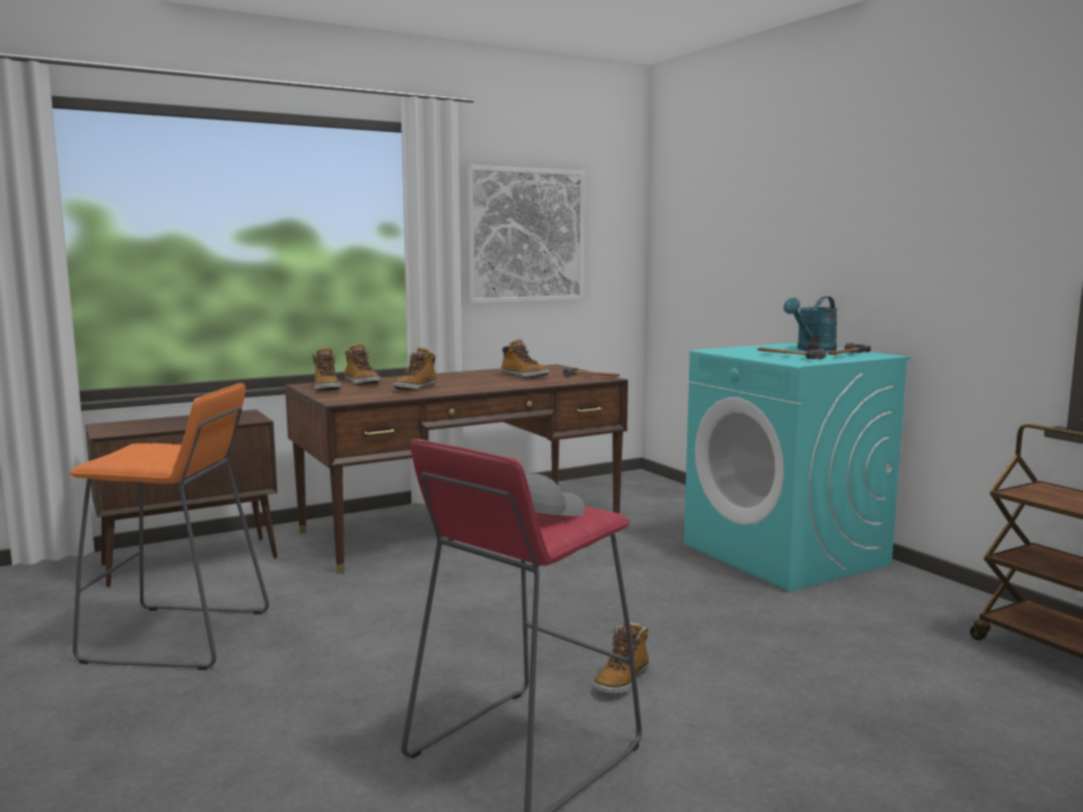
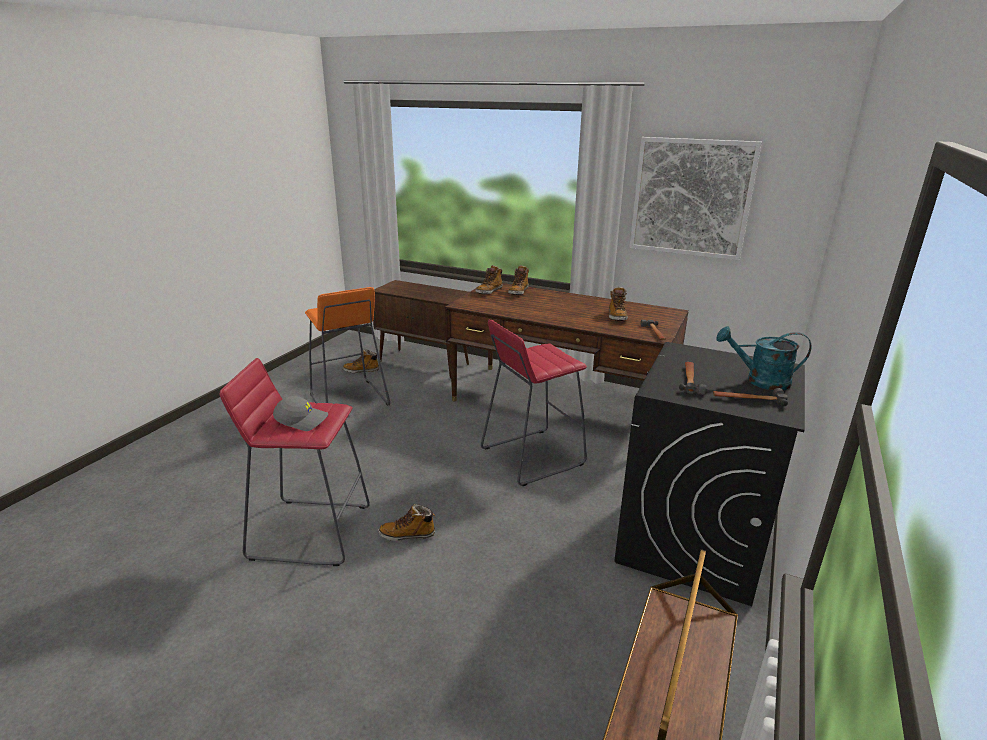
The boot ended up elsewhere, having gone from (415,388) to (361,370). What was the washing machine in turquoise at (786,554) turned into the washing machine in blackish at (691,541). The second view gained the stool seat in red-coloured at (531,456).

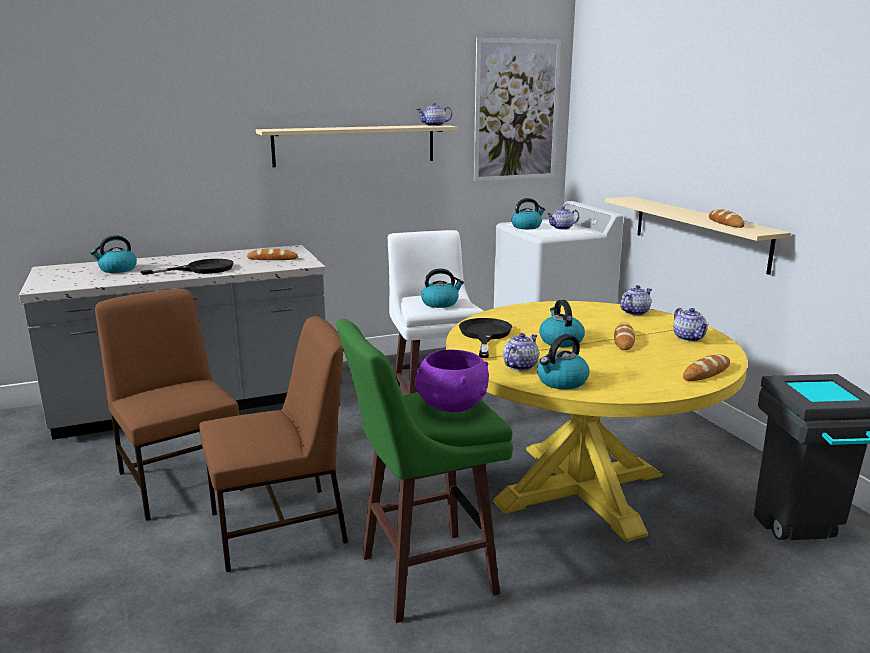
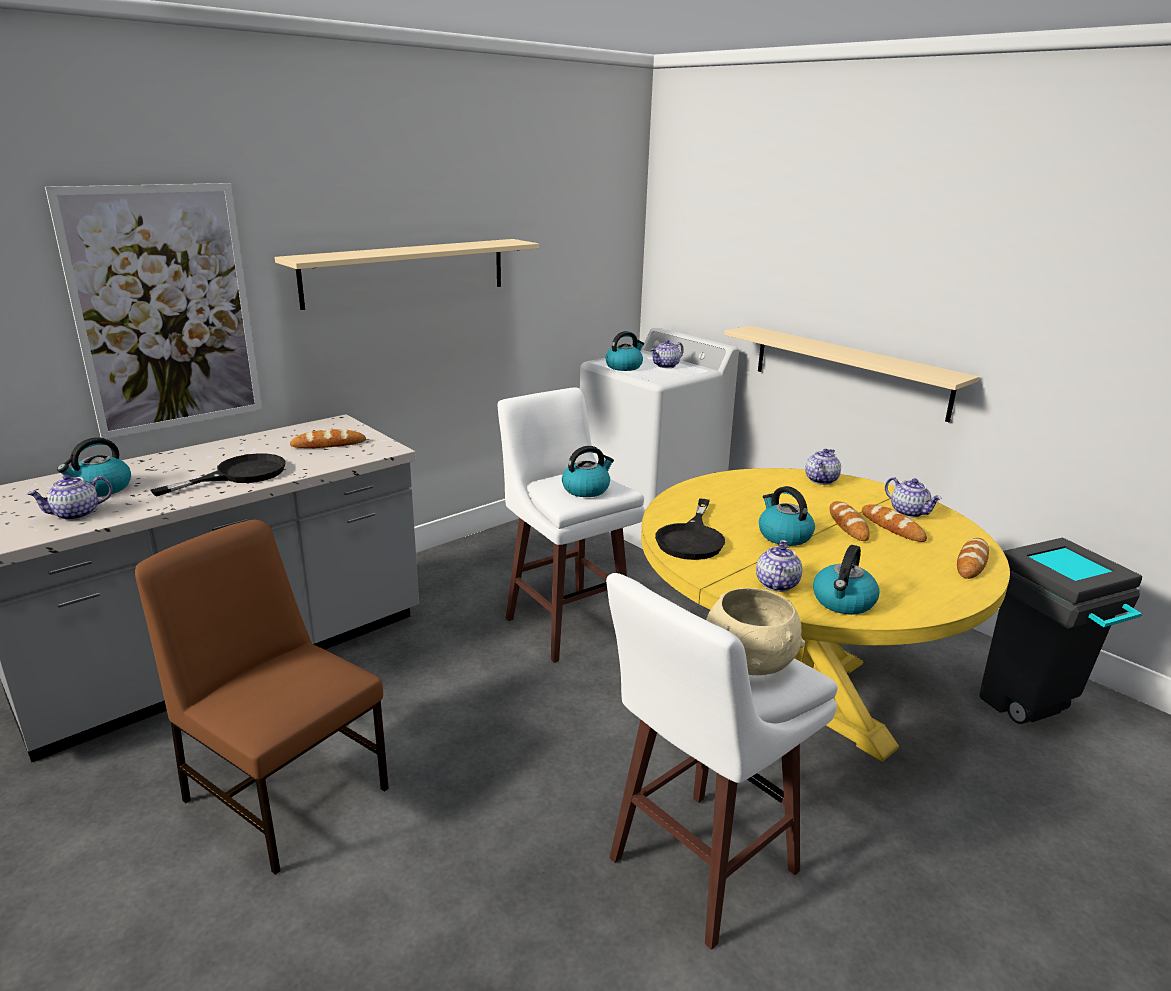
The second view lost the plain chair in brownish at (281,527). What was the stool seat in greenish at (423,575) turned into the stool seat in white at (698,867). What was the bowl in purplish at (452,405) turned into the bowl in beige at (749,662). The tea pot ended up elsewhere, having gone from (434,125) to (75,514). The pan in blackish at (484,335) ended up facing another way, 150 degrees counterclockwise from before. The wall picture ended up elsewhere, having gone from (516,110) to (165,310). The baked bread ended up elsewhere, having gone from (725,223) to (892,527).

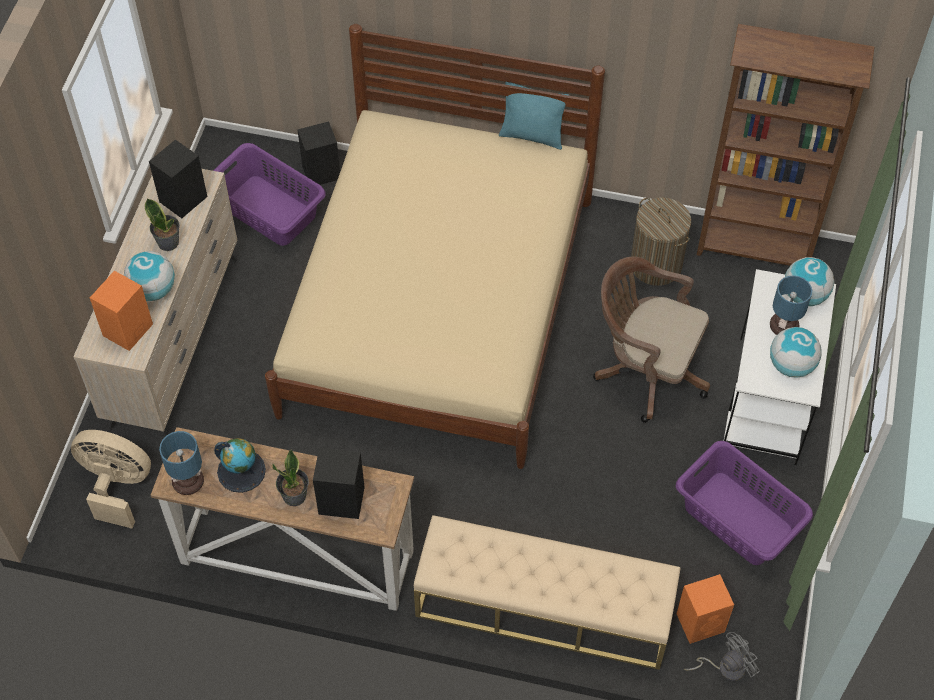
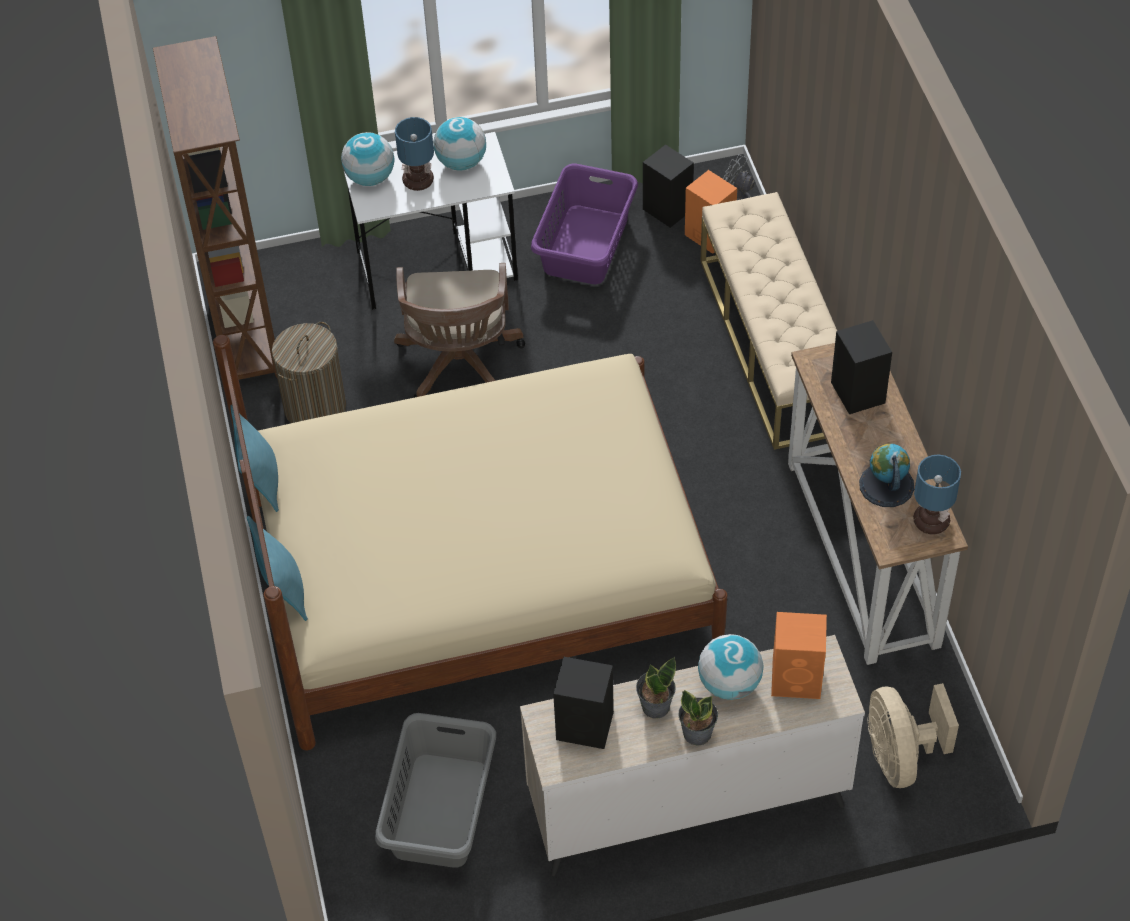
What was the hamper in purplish at (269,210) turned into the hamper in gray at (439,811). The houseplant ended up elsewhere, having gone from (295,496) to (697,732). The audio speaker in blackish ended up elsewhere, having gone from (322,172) to (666,209). The second view gained the pillow in turquoise at (284,590).

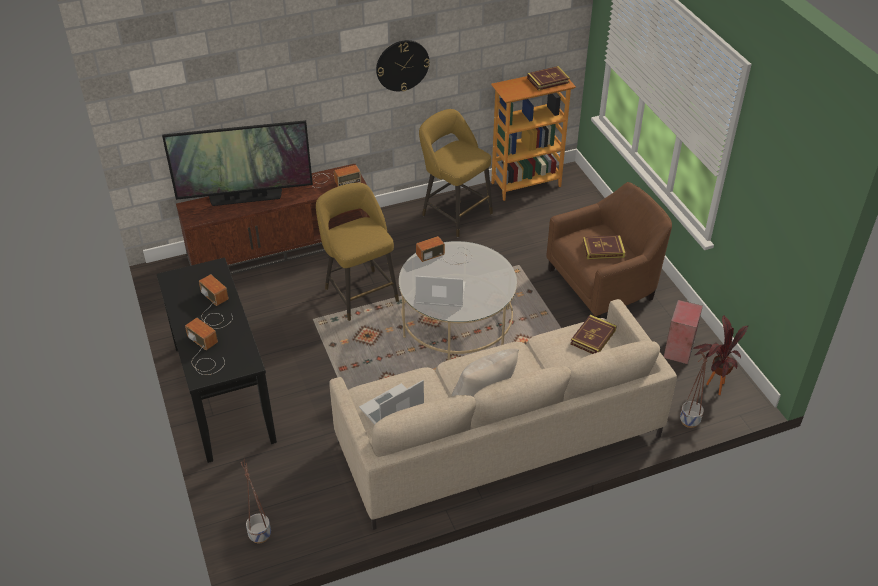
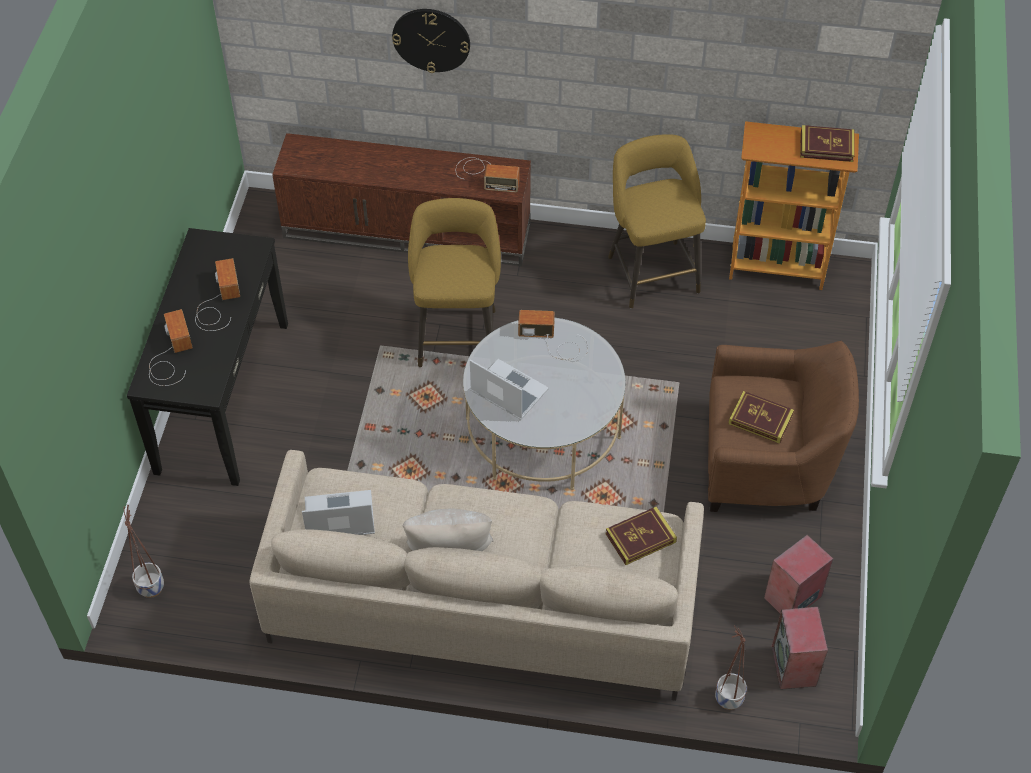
The second view lost the TV at (246,198). The clock on the wall ended up elsewhere, having gone from (402,65) to (431,39). Where the houseplant stood at (711,386), the audio speaker came to stand at (794,666).

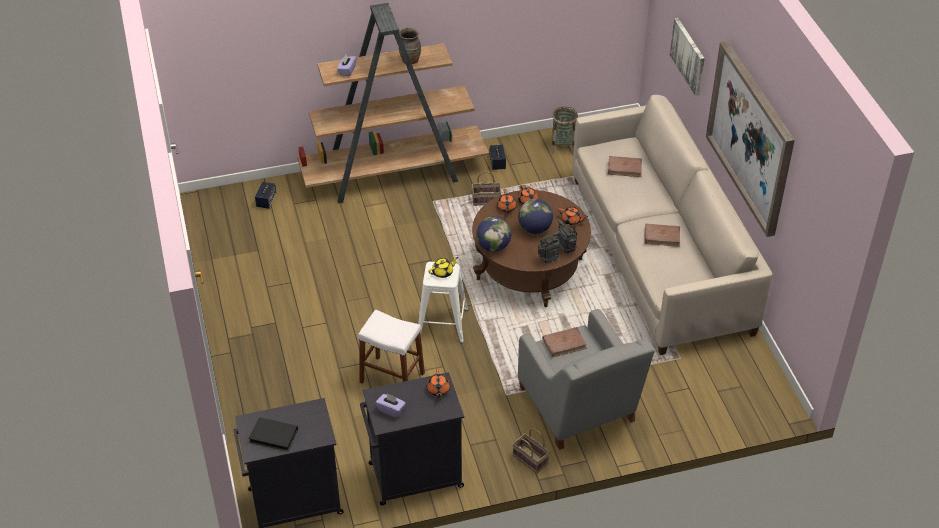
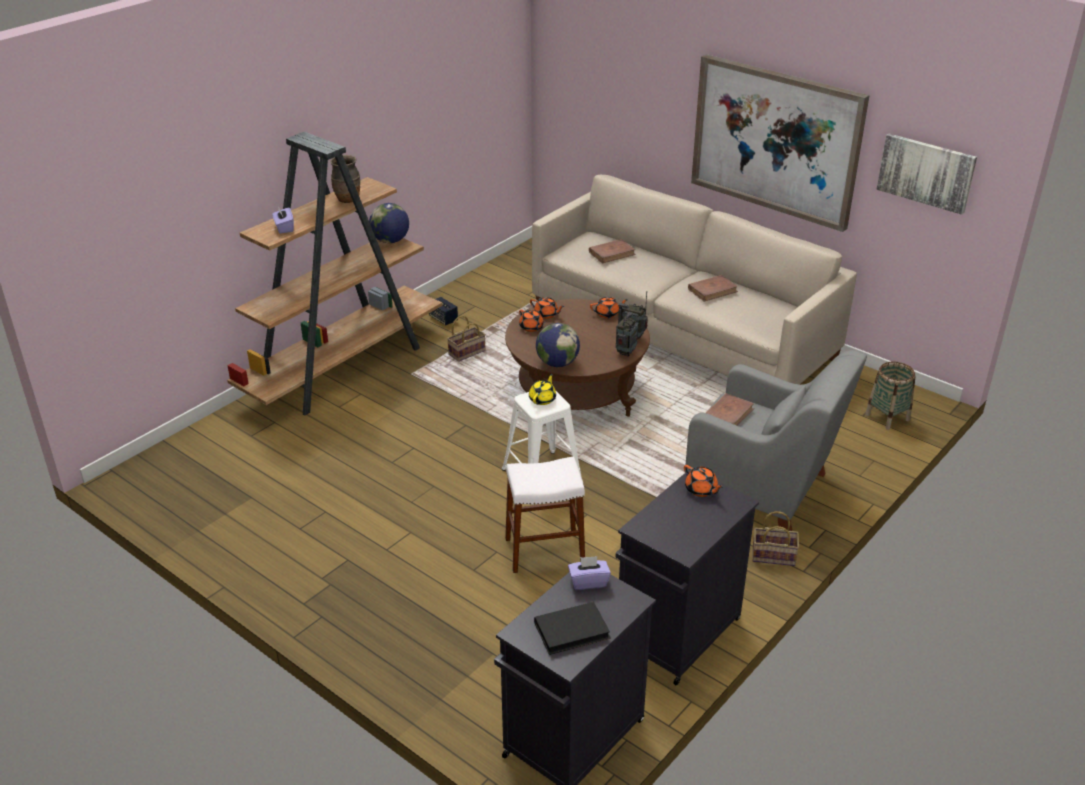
The second view lost the audio speaker at (266,201). The tissue box in purplish ended up elsewhere, having gone from (391,410) to (588,582). The globe ended up elsewhere, having gone from (535,229) to (390,241). The storage basket ended up elsewhere, having gone from (563,146) to (887,417). The wall picture ended up elsewhere, having gone from (688,56) to (926,172).

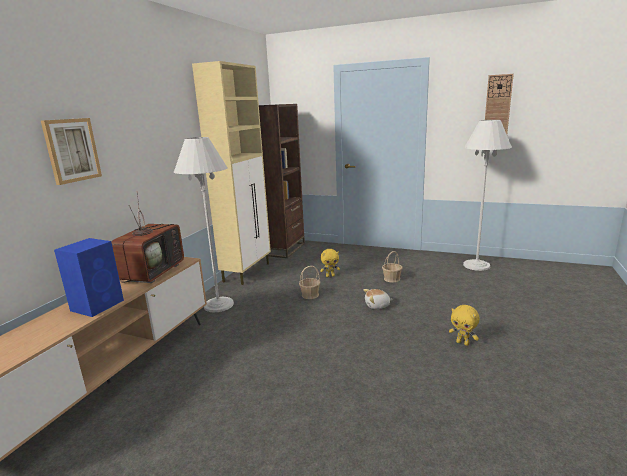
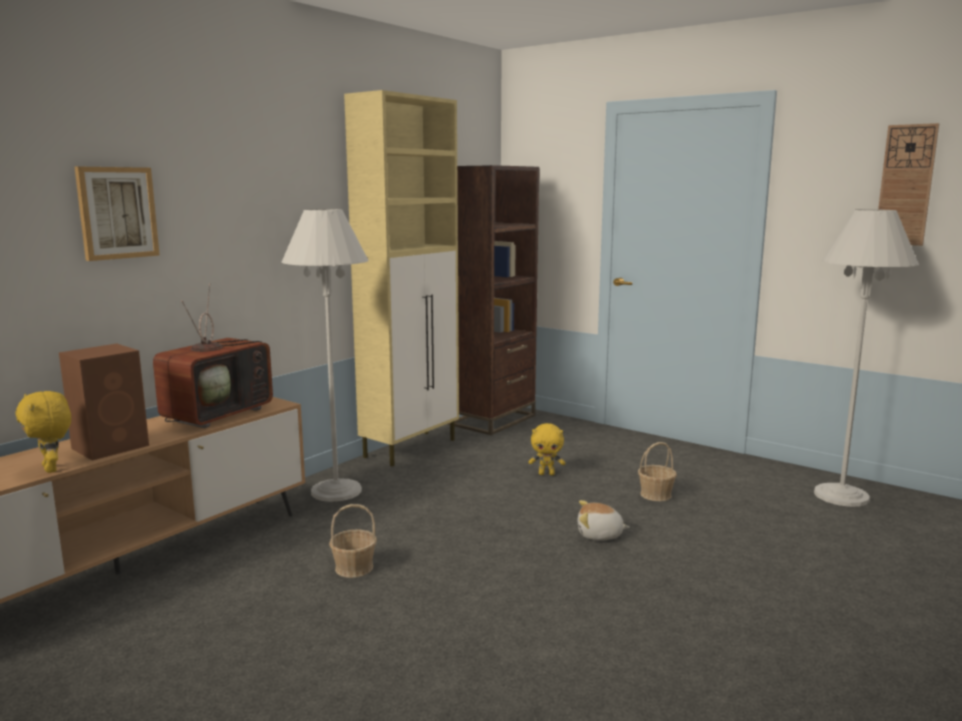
What was the audio speaker in bluish at (98,305) turned into the audio speaker in brownish at (112,446). The storage basket ended up elsewhere, having gone from (310,295) to (354,568). The plush toy in yellow ended up elsewhere, having gone from (463,343) to (52,469).

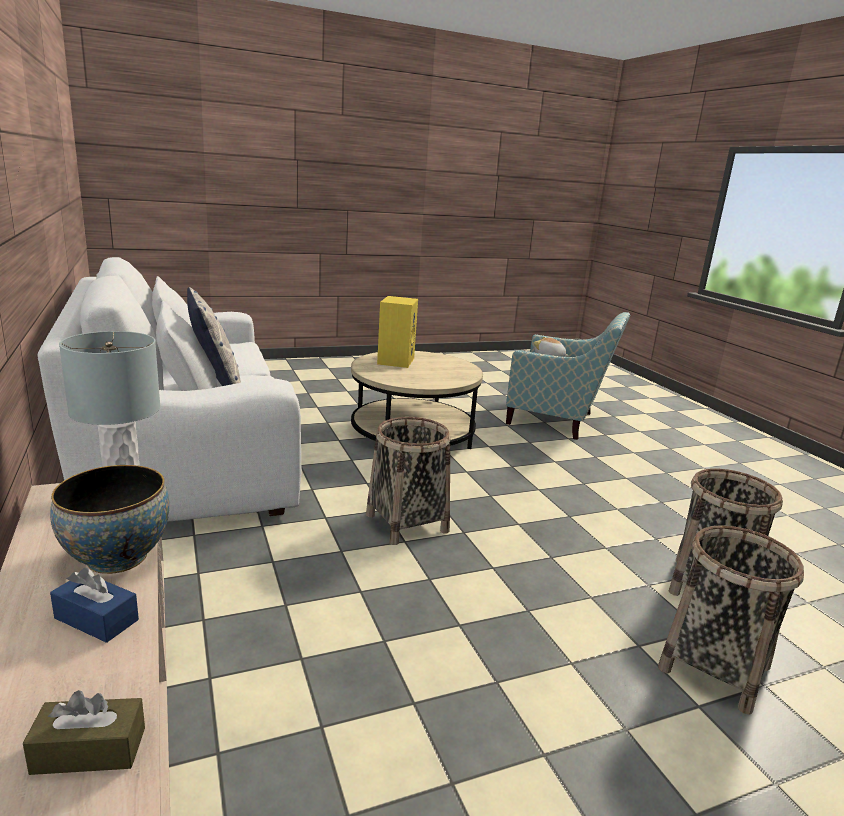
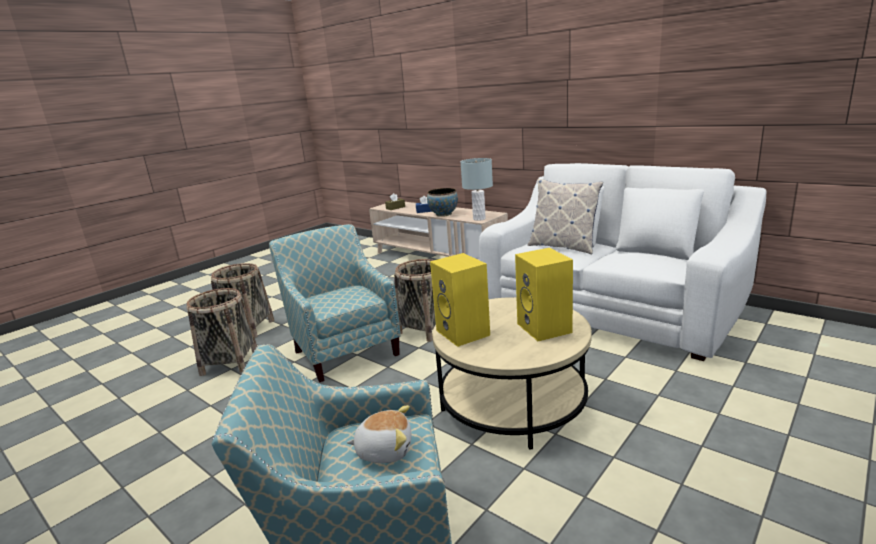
The second view gained the lounge chair at (343,349). The second view gained the audio speaker in yellow at (464,333).

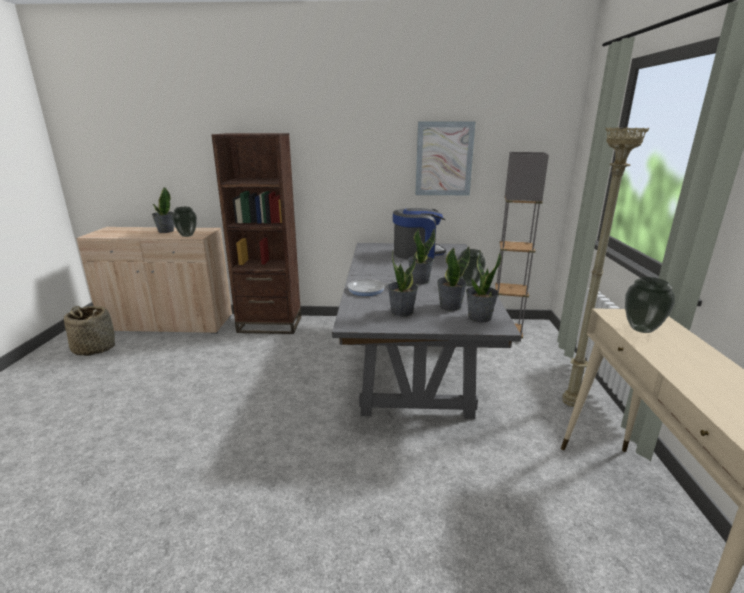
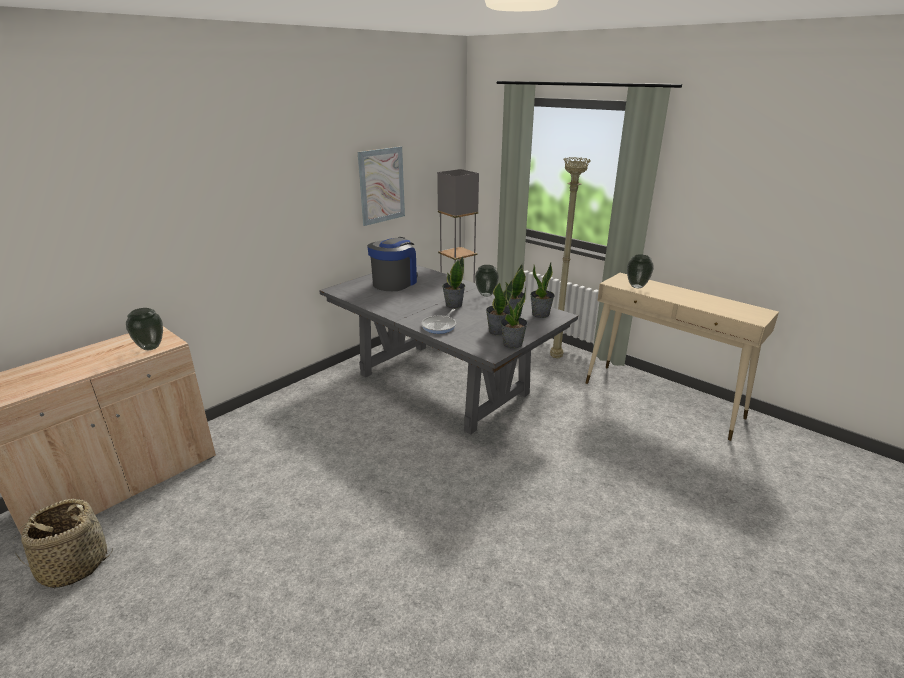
The houseplant ended up elsewhere, having gone from (165,231) to (512,344). The second view lost the shelving unit in brownish at (270,325).

